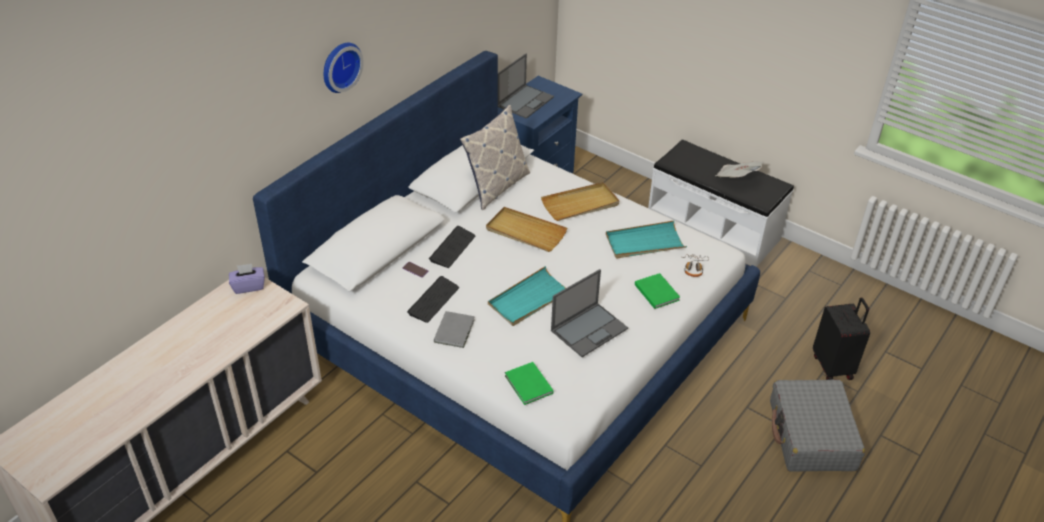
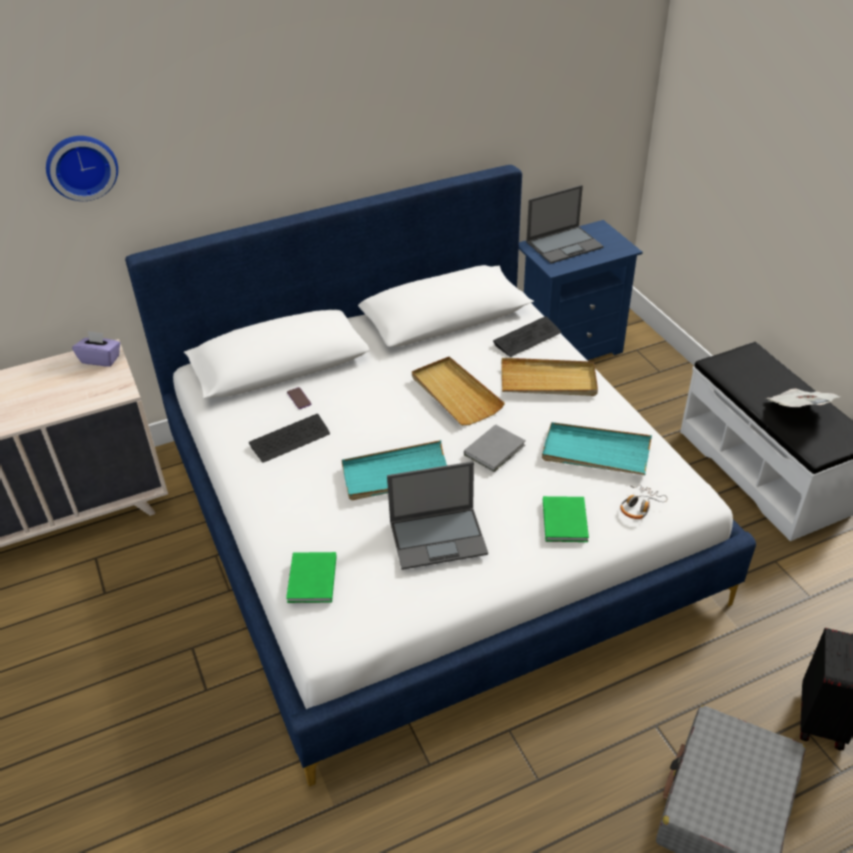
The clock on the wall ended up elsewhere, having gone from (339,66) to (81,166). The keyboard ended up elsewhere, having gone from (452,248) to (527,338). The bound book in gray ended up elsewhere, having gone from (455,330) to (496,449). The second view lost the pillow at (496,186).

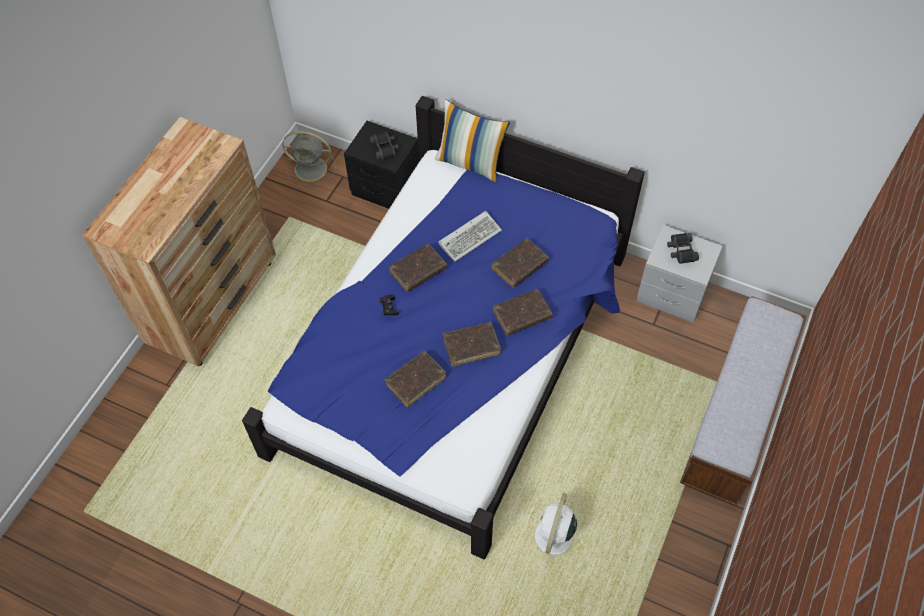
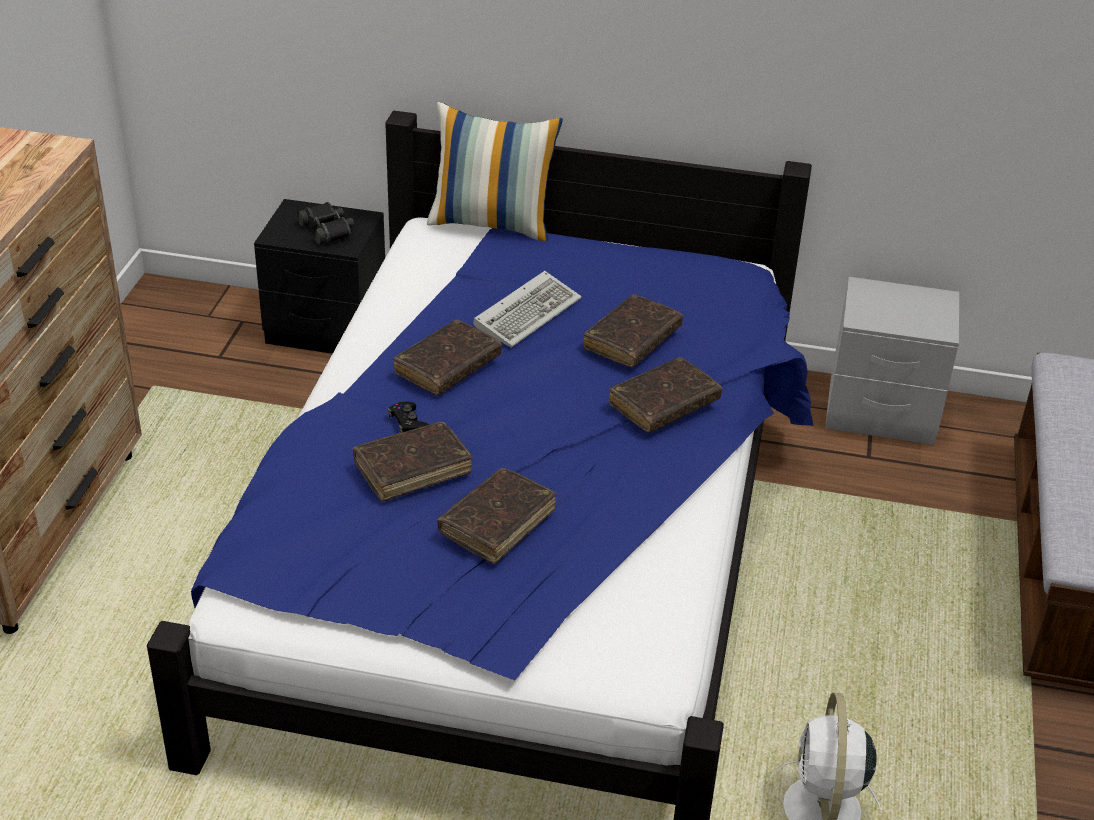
The second view lost the cooling fan in gray at (312,169). The bound book in brownish ended up elsewhere, having gone from (471,346) to (412,469). The second view lost the field glasses in blackish at (681,251).

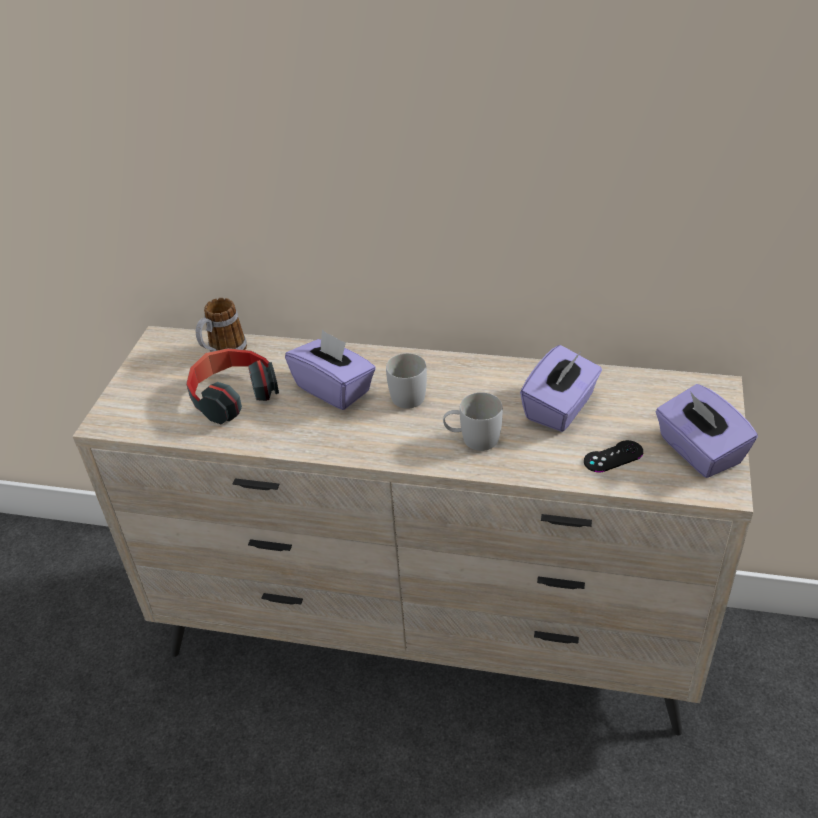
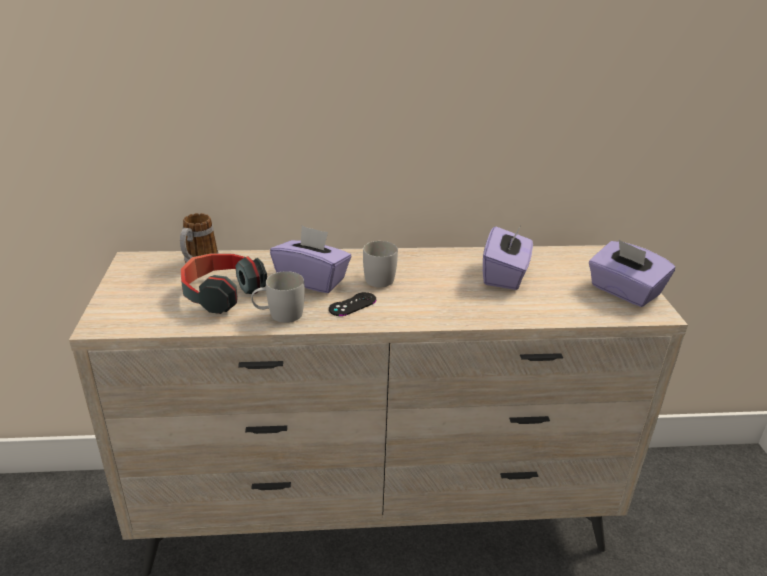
The tea mug in white ended up elsewhere, having gone from (472,439) to (279,315). The joypad in blackish ended up elsewhere, having gone from (613,456) to (352,304).

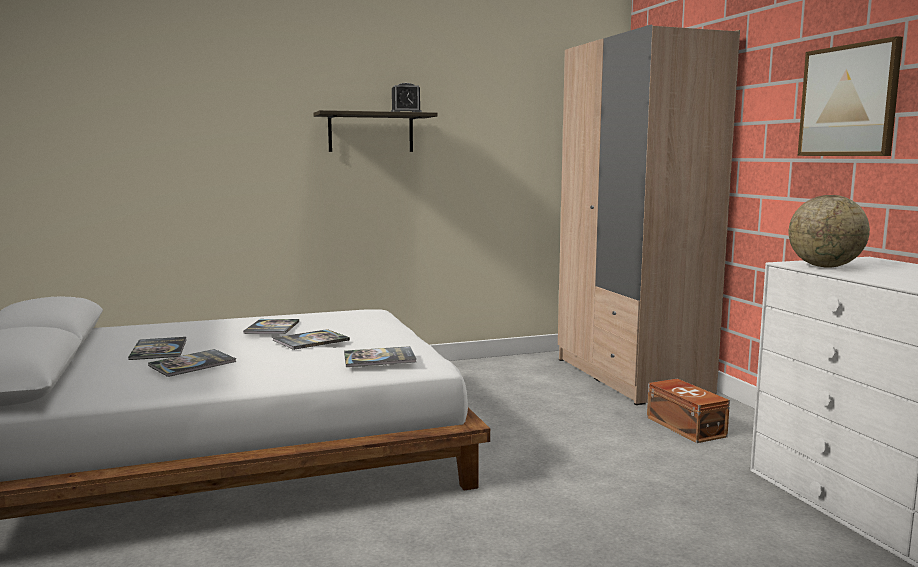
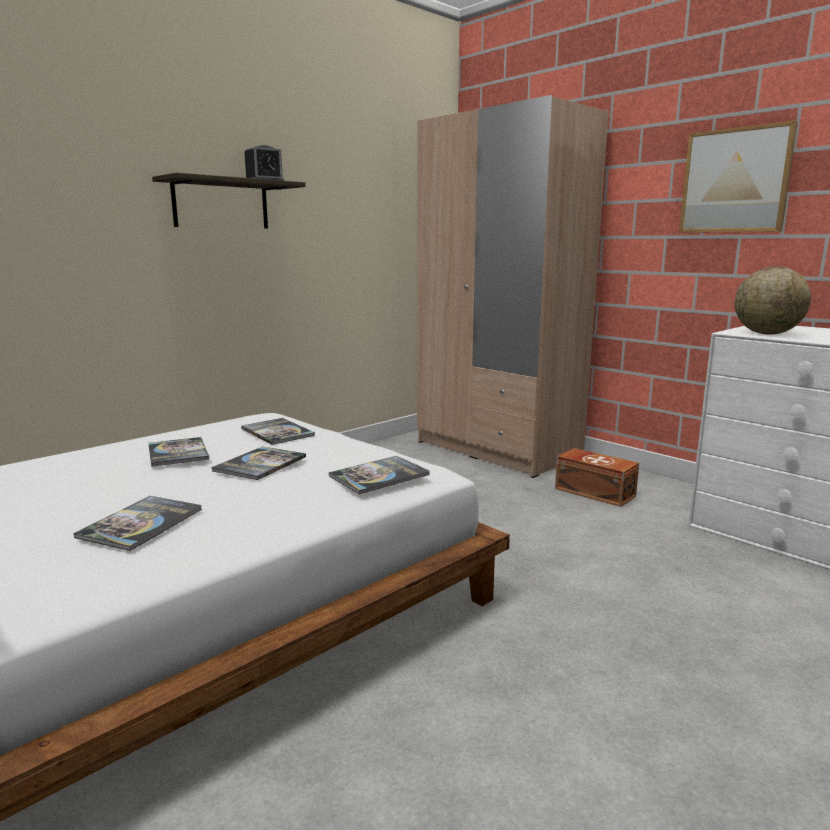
The bound book ended up elsewhere, having gone from (159,349) to (277,432).

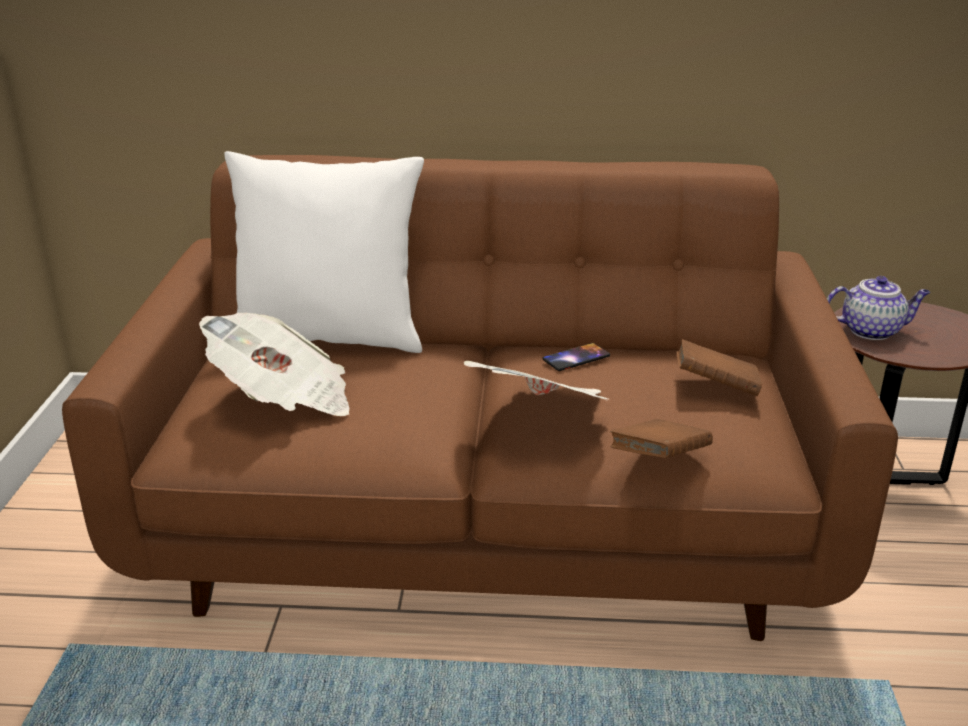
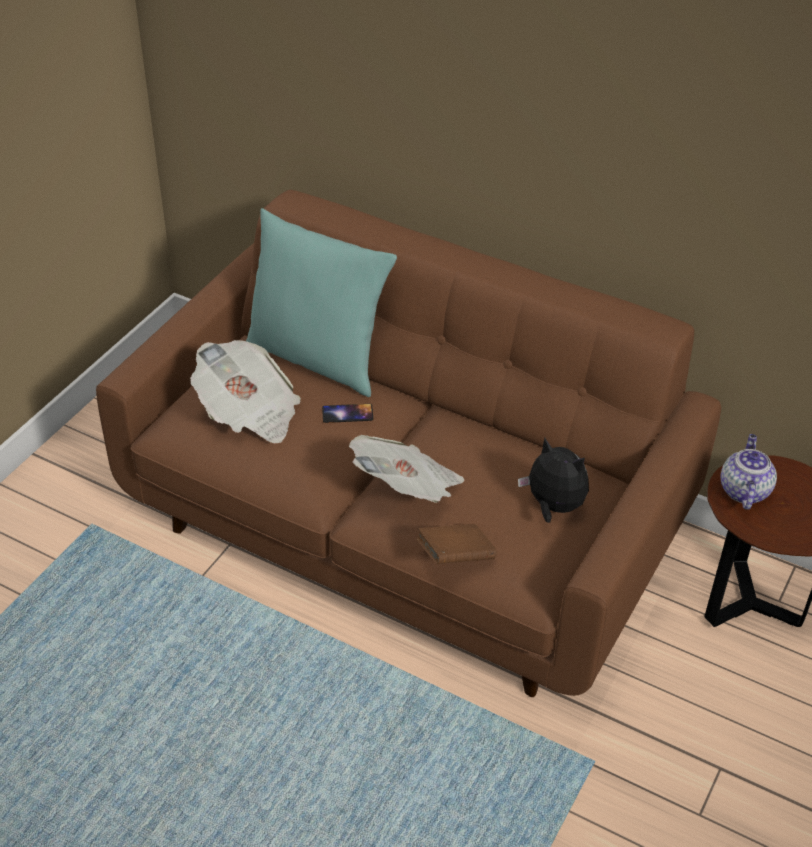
What was the pillow in white at (330,337) turned into the pillow in turquoise at (318,359). The handset ended up elsewhere, having gone from (576,357) to (347,413). Where the bound book in brownish stood at (715,387), the plush toy came to stand at (553,506). The tea pot at (872,330) ended up facing another way, 105 degrees counterclockwise from before.

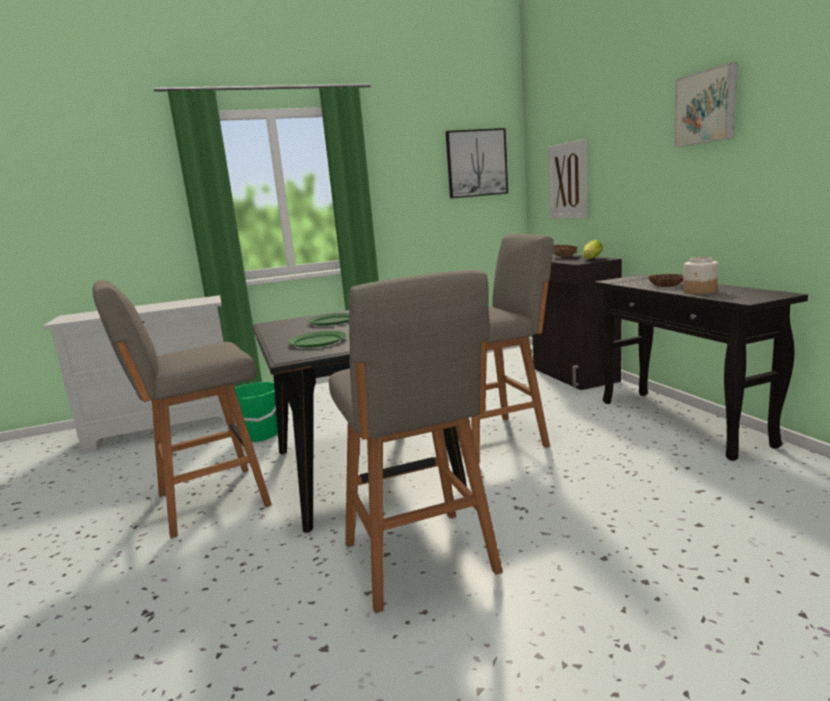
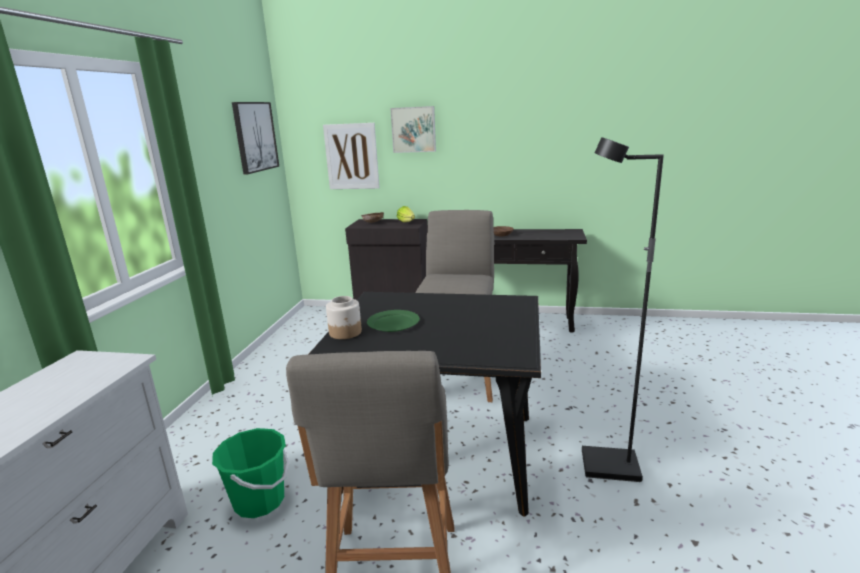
The second view lost the dinner plate in greenish at (317,342). Where the stool seat in gray stood at (421,561), the standard lamp in blackish came to stand at (609,467). The wall picture ended up elsewhere, having gone from (706,107) to (414,129). The jar ended up elsewhere, having gone from (700,291) to (345,332).

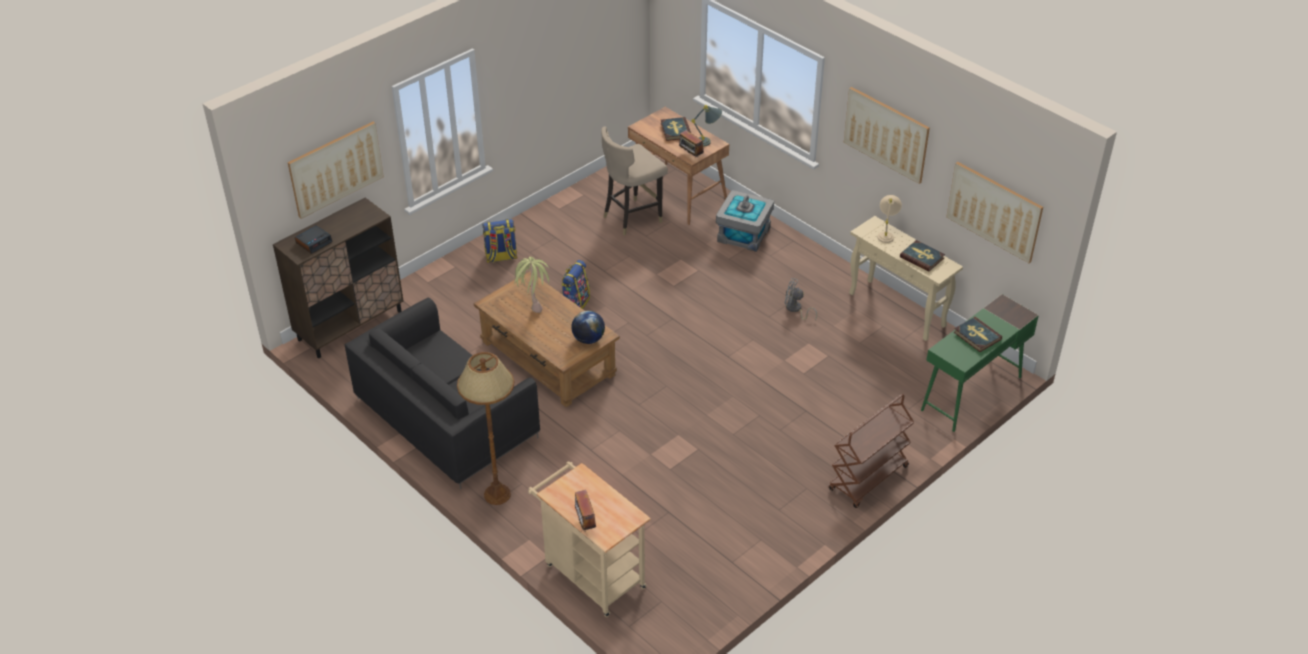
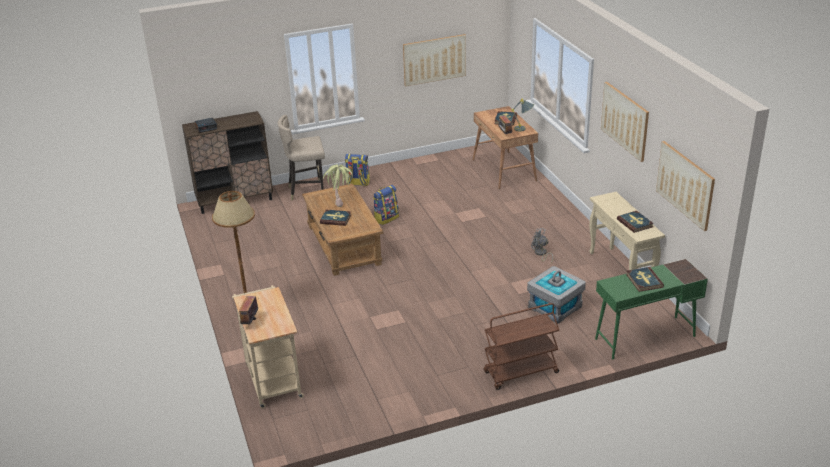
The wall picture ended up elsewhere, having gone from (336,169) to (434,59). The second view lost the couch in blackish at (445,418). The second view lost the globe at (588,339). The stool seat in beige ended up elsewhere, having gone from (632,217) to (307,191). The storage container in gray ended up elsewhere, having gone from (744,234) to (555,307). The second view lost the lamp for a table in beige at (886,234). The second view gained the bound book at (335,219).

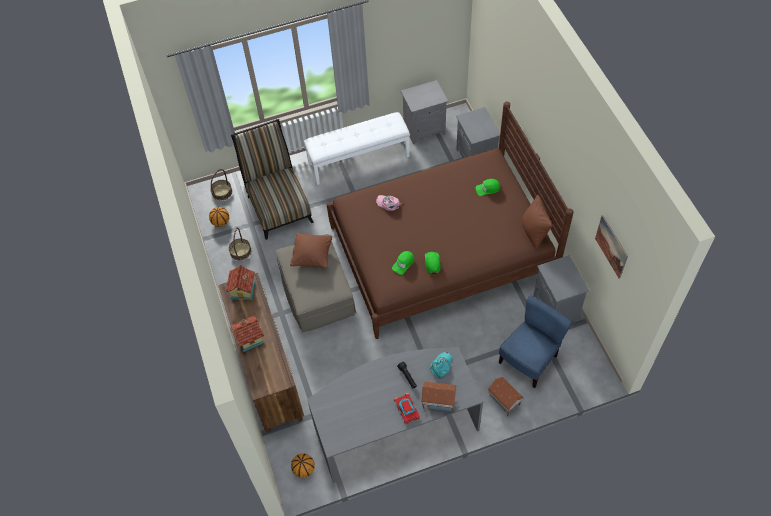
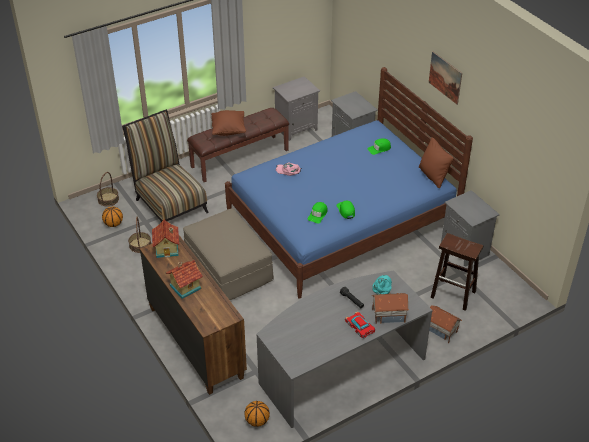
The pillow in brownish ended up elsewhere, having gone from (312,256) to (228,130). What was the indoor bench in white at (359,159) turned into the indoor bench in brownish at (239,158). What was the sleeping bed in brownish at (440,252) turned into the sleeping bed in bluish at (341,221). Where the plain chair in bluish stood at (529,360), the stool seat in brownish came to stand at (454,294). The wall picture ended up elsewhere, having gone from (611,246) to (445,77).

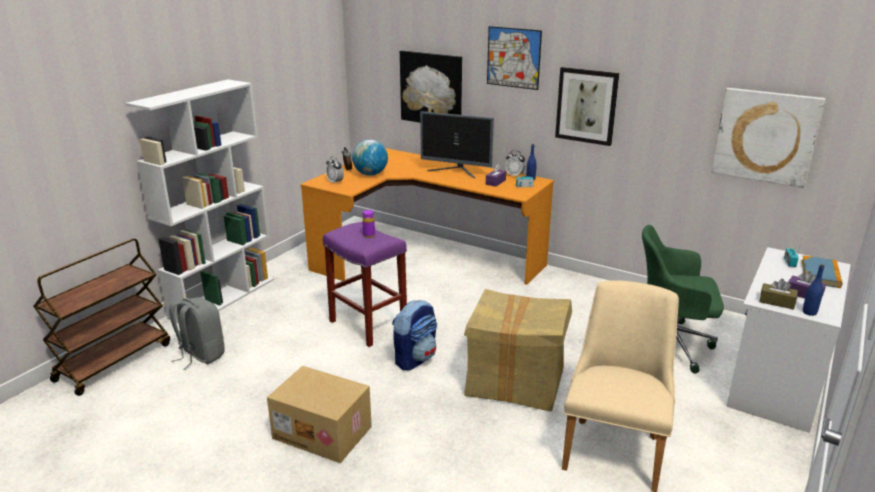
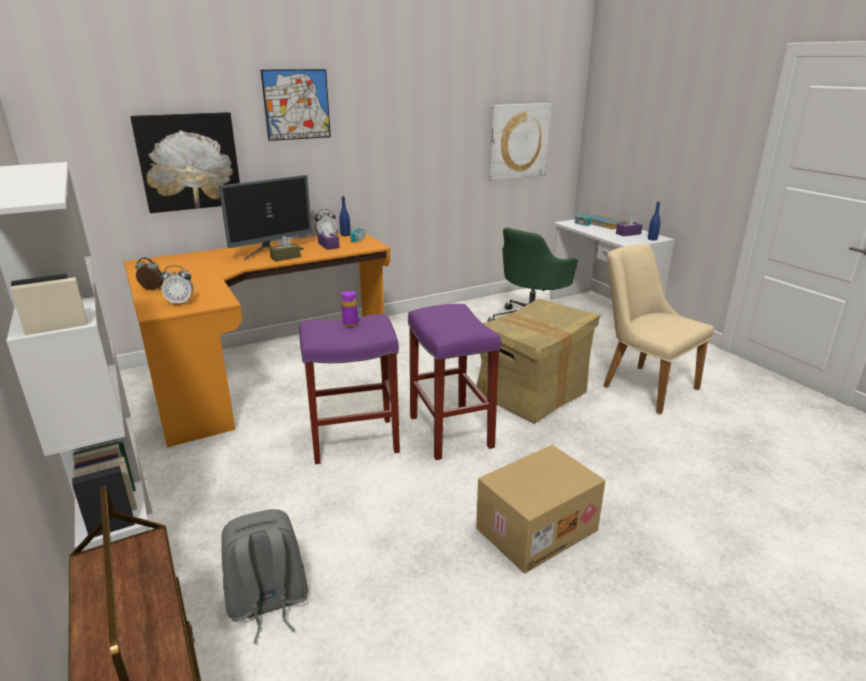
The second view lost the globe at (370,174). Where the rucksack stood at (415,358), the stool seat in purplish came to stand at (449,431). The second view lost the wall picture at (586,106). The tissue box in brownish ended up elsewhere, having gone from (777,302) to (285,257).

